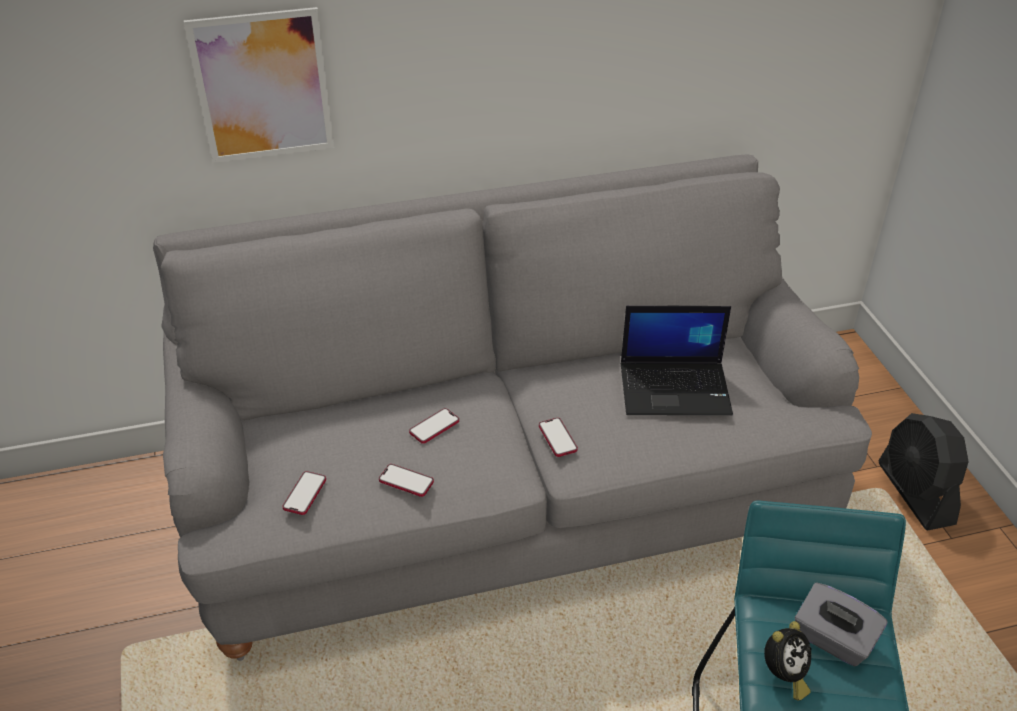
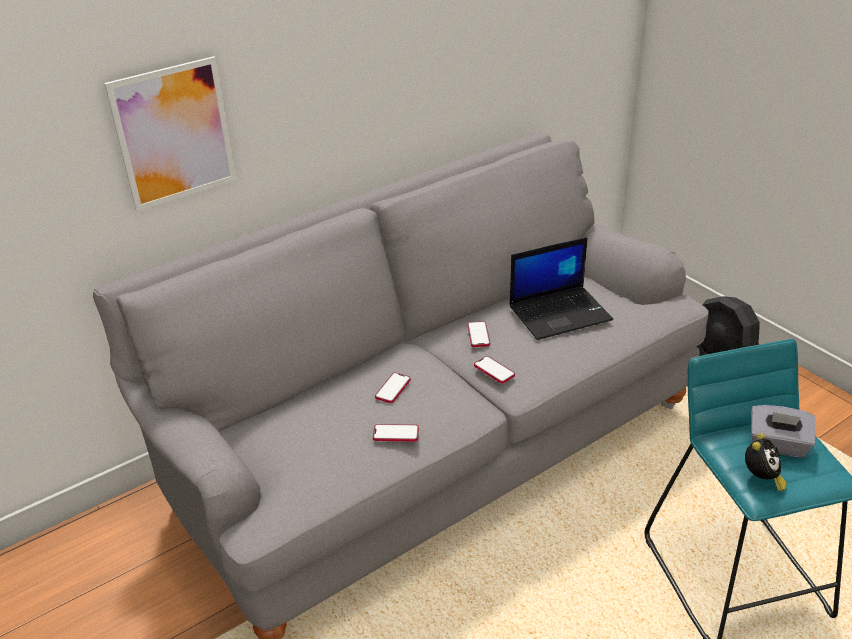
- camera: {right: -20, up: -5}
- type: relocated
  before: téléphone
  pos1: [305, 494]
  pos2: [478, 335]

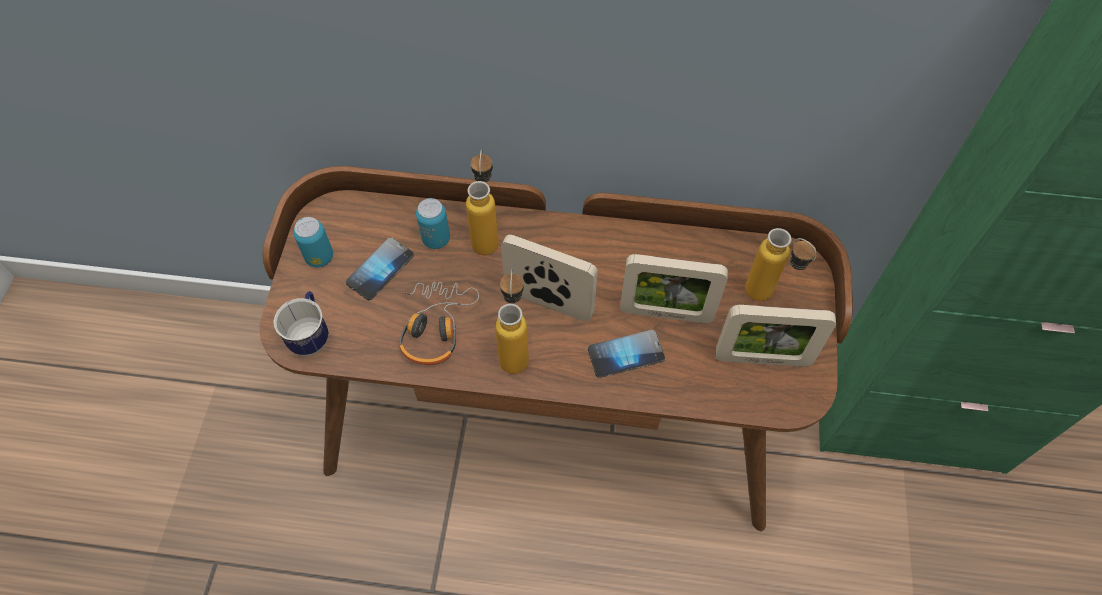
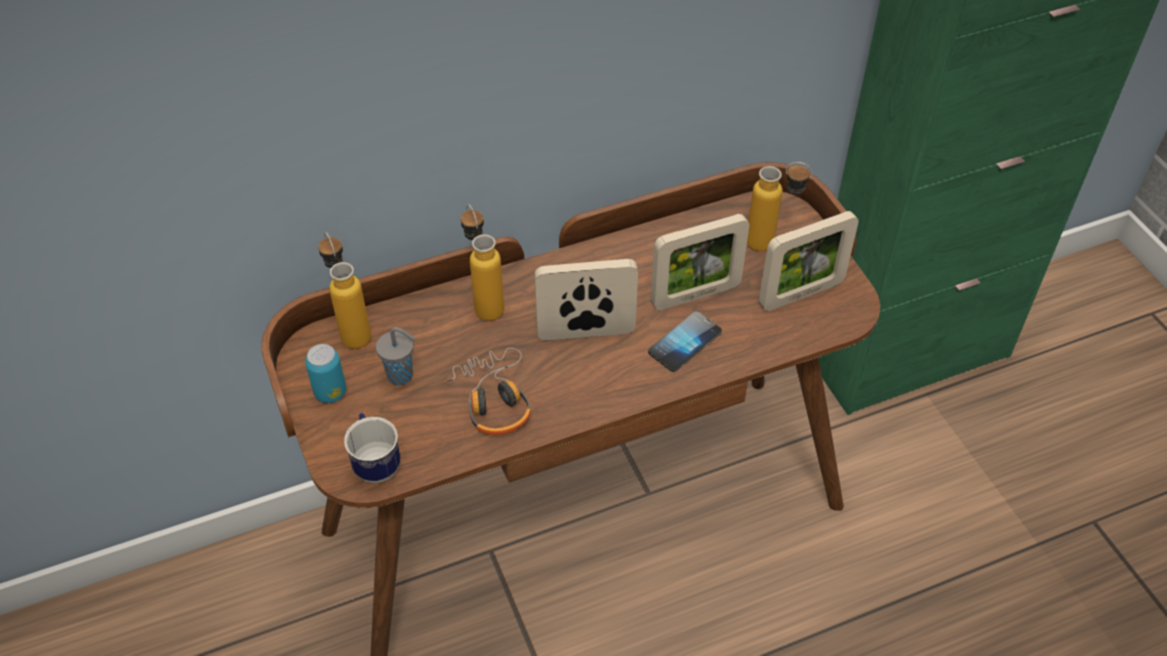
- camera: {right: -30, up: -10}
- type: missing
  before: boîte métallique
  pos1: [436, 239]
- type: relocated
  before: bouteille
  pos1: [514, 350]
  pos2: [351, 330]
- type: exchanged
  before: téléphone
  after: tasse/gris
  pos1: [380, 269]
  pos2: [402, 376]

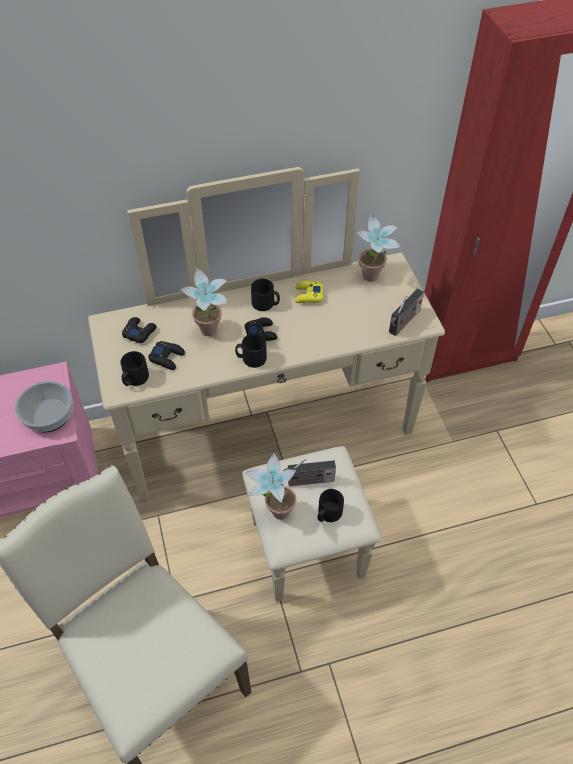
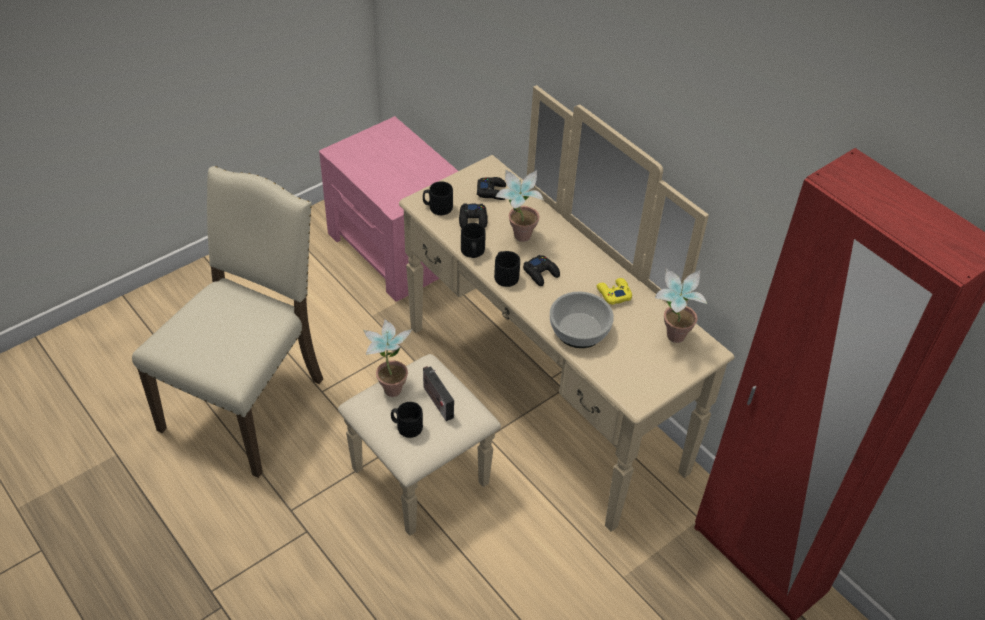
- camera: {right: 65, up: -5}
- type: missing
  before: radio
  pos1: [403, 323]
- type: relocated
  before: bol
  pos1: [48, 414]
  pos2: [579, 329]
- type: relocated
  before: mug/noir
  pos1: [265, 304]
  pos2: [472, 252]

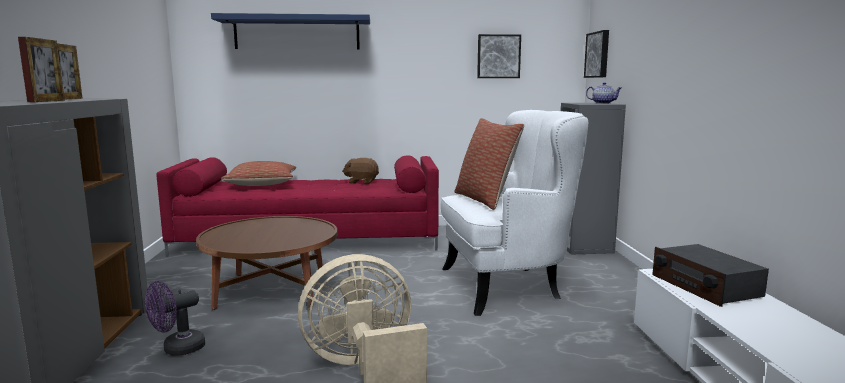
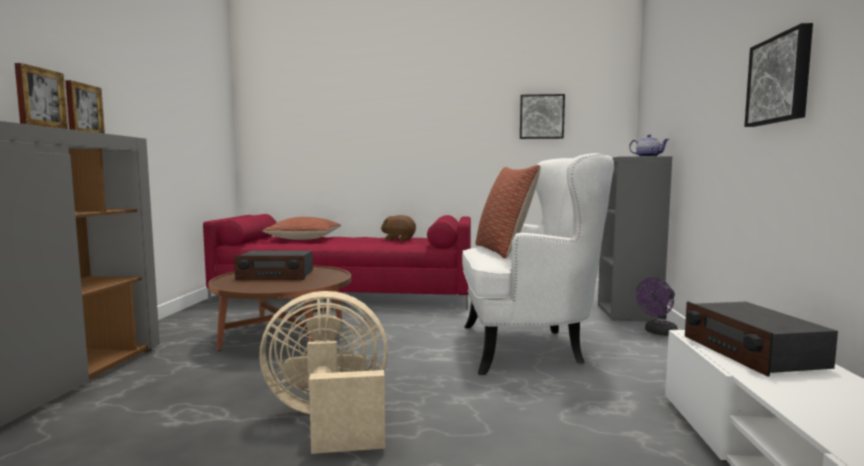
- camera: {right: 10, up: -5}
- type: missing
  before: étagère/bleu
  pos1: [297, 33]
- type: appeared
  after: radio
  pos2: [276, 275]
- type: relocated
  before: ventilateur/violet
  pos1: [177, 349]
  pos2: [658, 332]
- type: relocated
  before: tableau
  pos1: [598, 54]
  pos2: [780, 79]

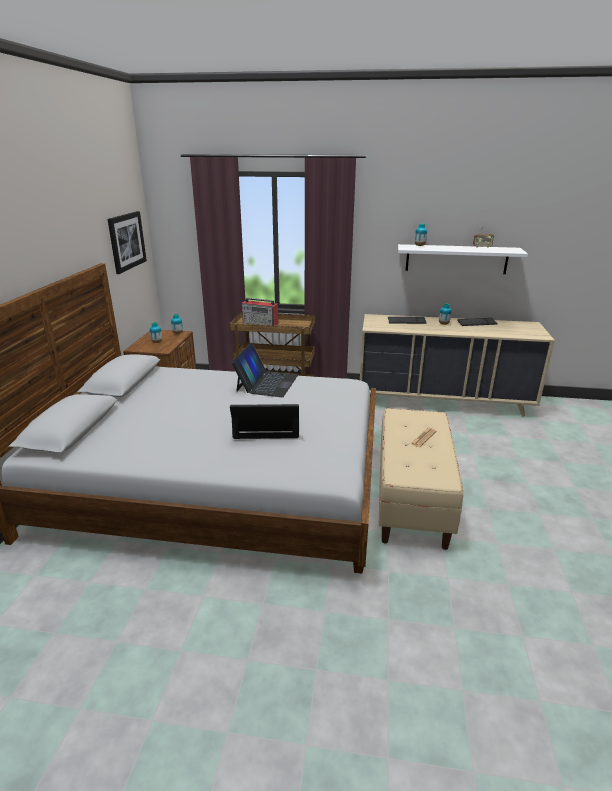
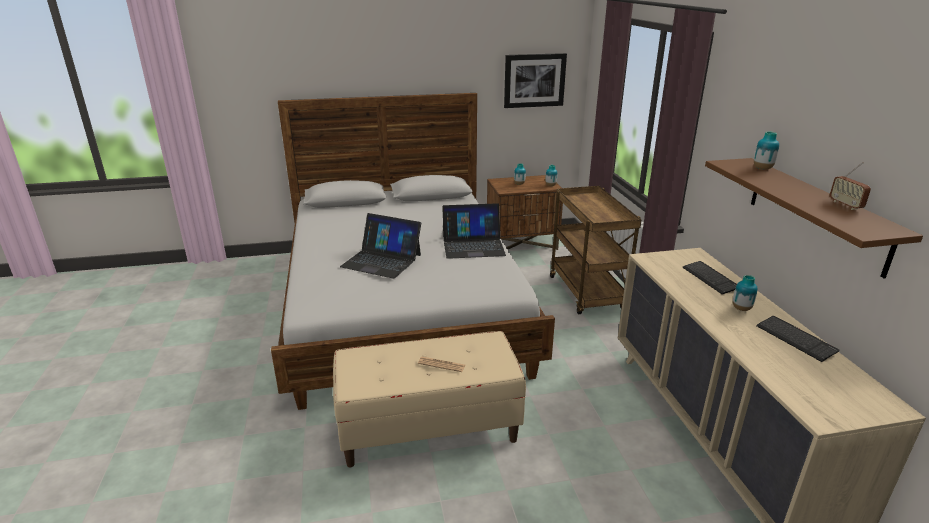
- camera: {right: 70, up: 0}
- type: missing
  before: radio
  pos1: [260, 323]
- type: colour
  before: étagère/blanc
  after: étagère/marron
  pos1: [456, 259]
  pos2: [816, 213]
- type: spun
  before: ordinateur portable
  pos1: [267, 424]
  pos2: [382, 260]
  turn: 135

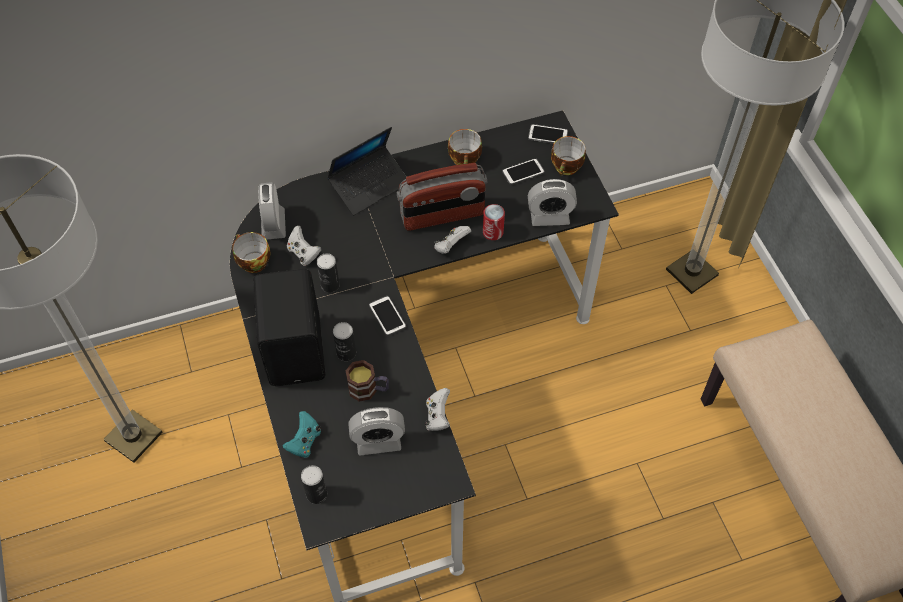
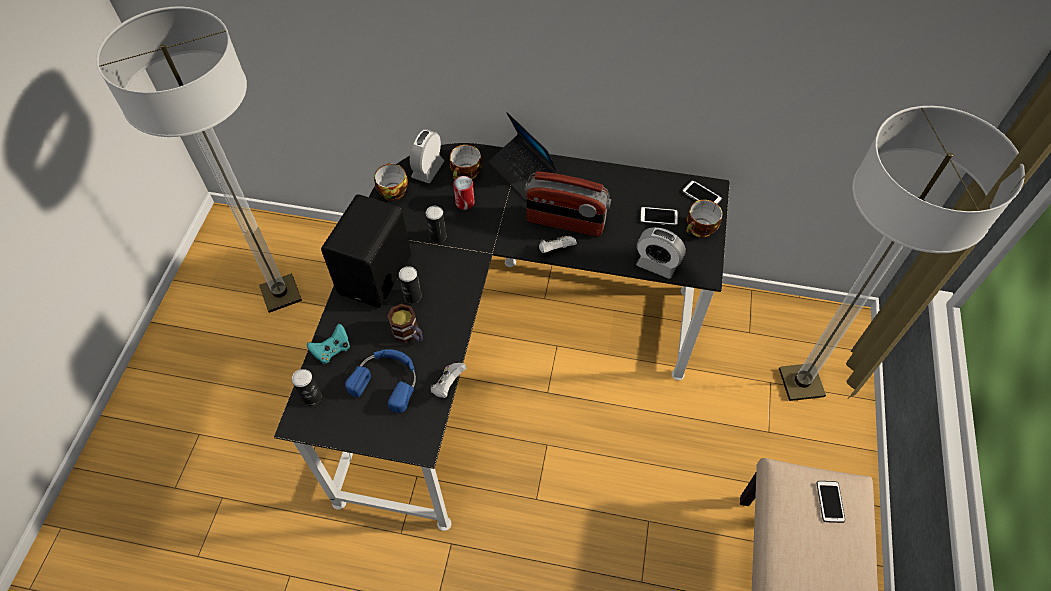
- camera: {right: 30, up: 0}
- type: missing
  before: manette/blanc
  pos1: [303, 253]
- type: relocated
  before: téléphone
  pos1: [387, 316]
  pos2: [830, 501]
- type: relocated
  before: tasse
  pos1: [465, 160]
  pos2: [466, 174]
- type: relocated
  before: boîte métallique
  pos1: [493, 232]
  pos2: [465, 202]
- type: exchanged
  before: réveil
  after: casque audio/bleu
  pos1: [378, 441]
  pos2: [387, 380]
- type: spun
  before: ordinateur portable
  pos1: [369, 185]
  pos2: [523, 172]
  turn: 60

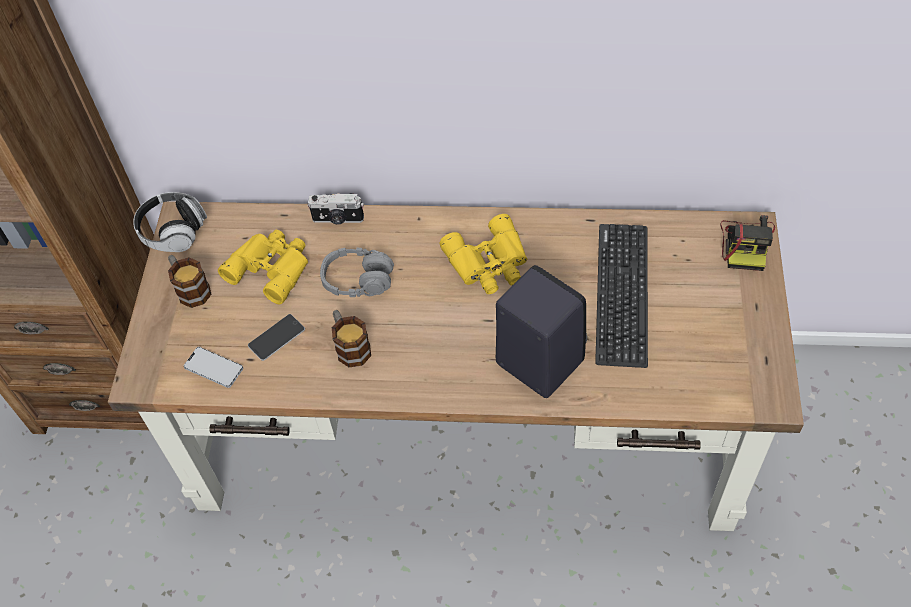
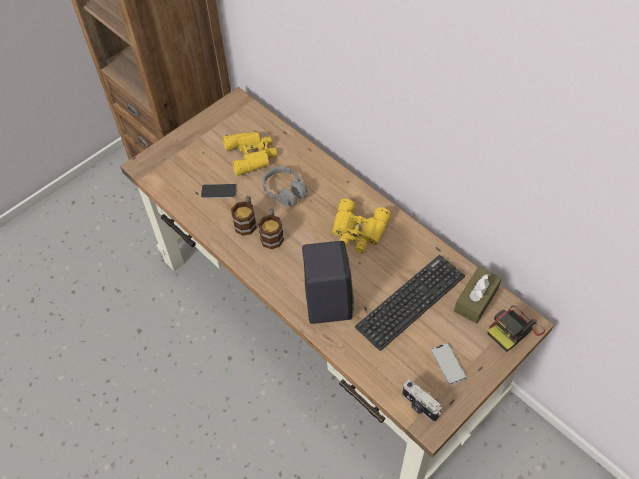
- camera: {right: 40, up: 0}
- type: missing
  before: casque audio
  pos1: [173, 231]
- type: appeared
  after: boîte à mouchoirs/marron
  pos2: [476, 300]
- type: relocated
  before: mug
  pos1: [190, 289]
  pos2: [272, 235]
- type: relocated
  before: téléphone
  pos1: [213, 368]
  pos2: [448, 364]
- type: relocated
  before: appareil photo
  pos1: [338, 219]
  pos2: [419, 406]

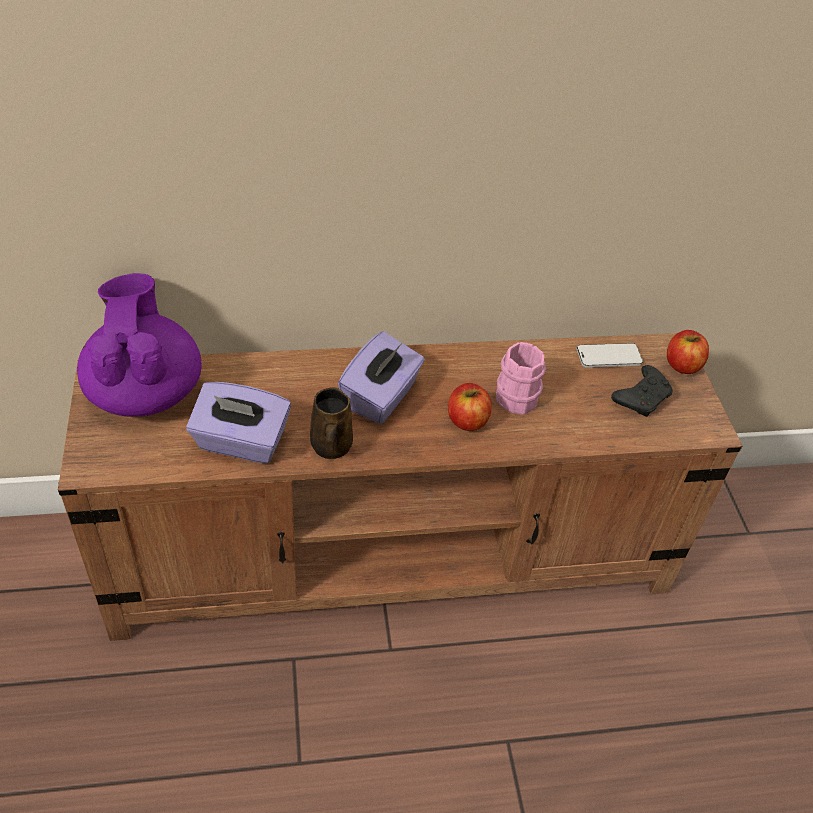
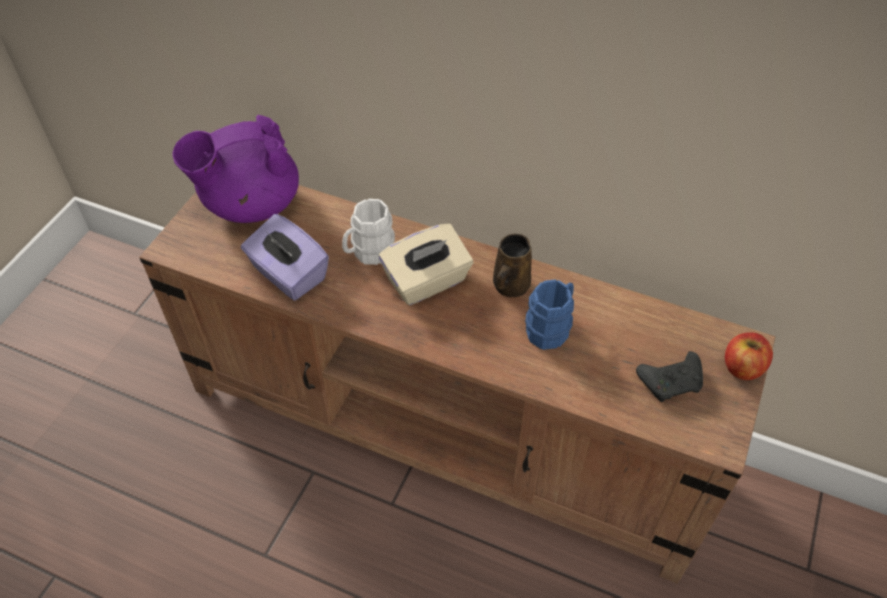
- camera: {right: 35, up: 5}
- type: missing
  before: pomme
  pos1: [467, 420]
- type: missing
  before: téléphone
  pos1: [608, 357]
- type: appeared
  after: mug/blanc
  pos2: [368, 252]
- type: relocated
  before: mug/marron
  pos1: [331, 447]
  pos2: [510, 286]
- type: colour
  before: boîte à mouchoirs/violet
  after: boîte à mouchoirs/beige
  pos1: [381, 397]
  pos2: [427, 282]
- type: colour
  before: mug/rose
  after: mug/bleu
  pos1: [517, 393]
  pos2: [551, 327]
- type: spun
  before: théière/violet
  pos1: [145, 391]
  pos2: [250, 204]
  turn: -135

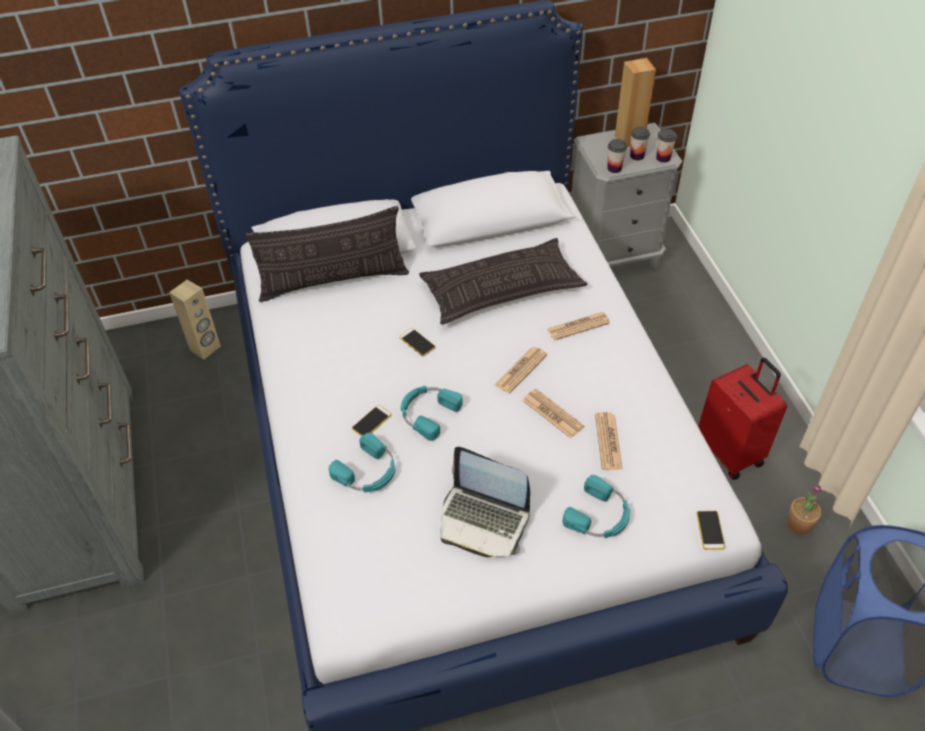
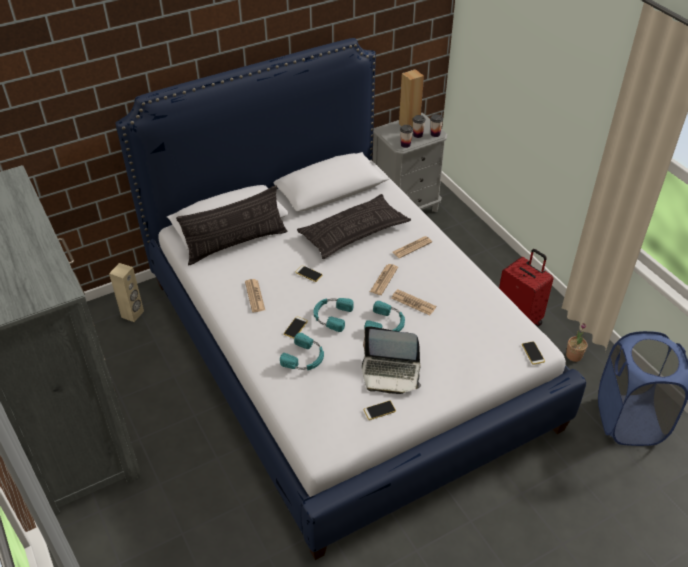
- camera: {right: -15, up: -5}
- type: appeared
  after: téléphone
  pos2: [379, 410]
- type: relocated
  before: casque audio/turquoise
  pos1: [599, 516]
  pos2: [386, 324]
- type: relocated
  before: journal
  pos1: [608, 441]
  pos2: [255, 296]

